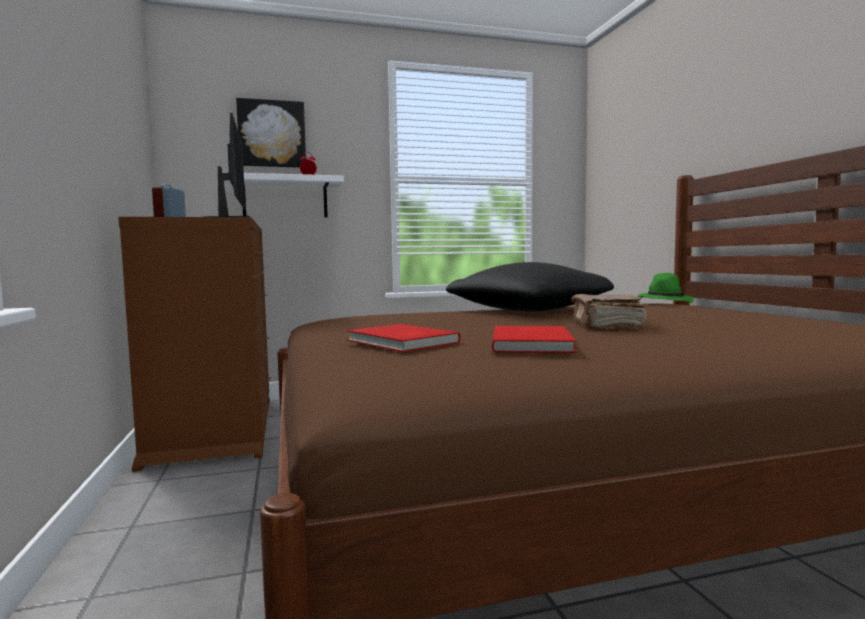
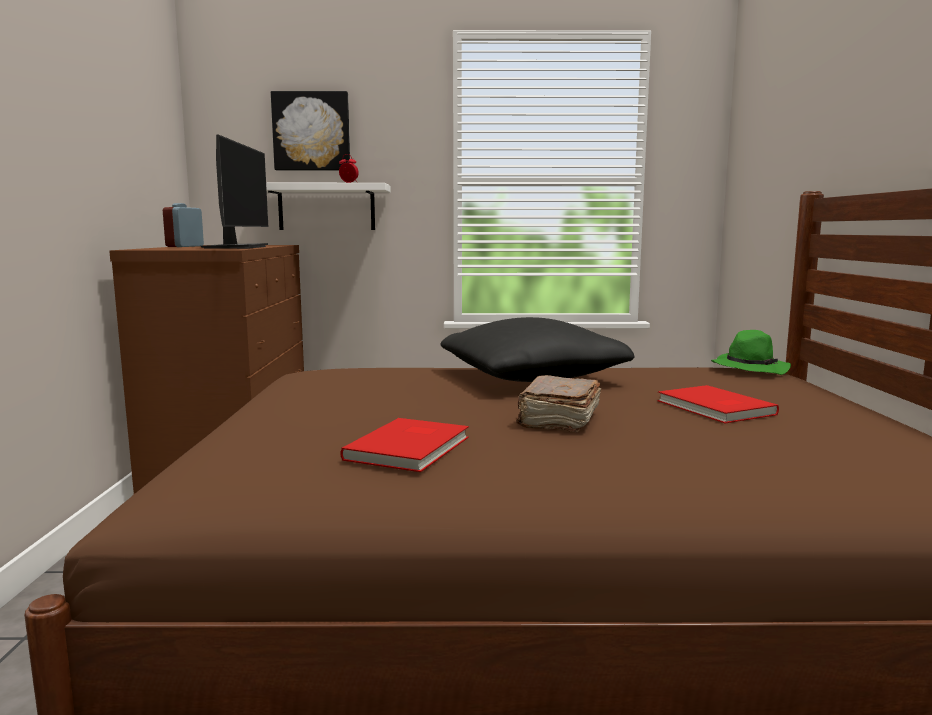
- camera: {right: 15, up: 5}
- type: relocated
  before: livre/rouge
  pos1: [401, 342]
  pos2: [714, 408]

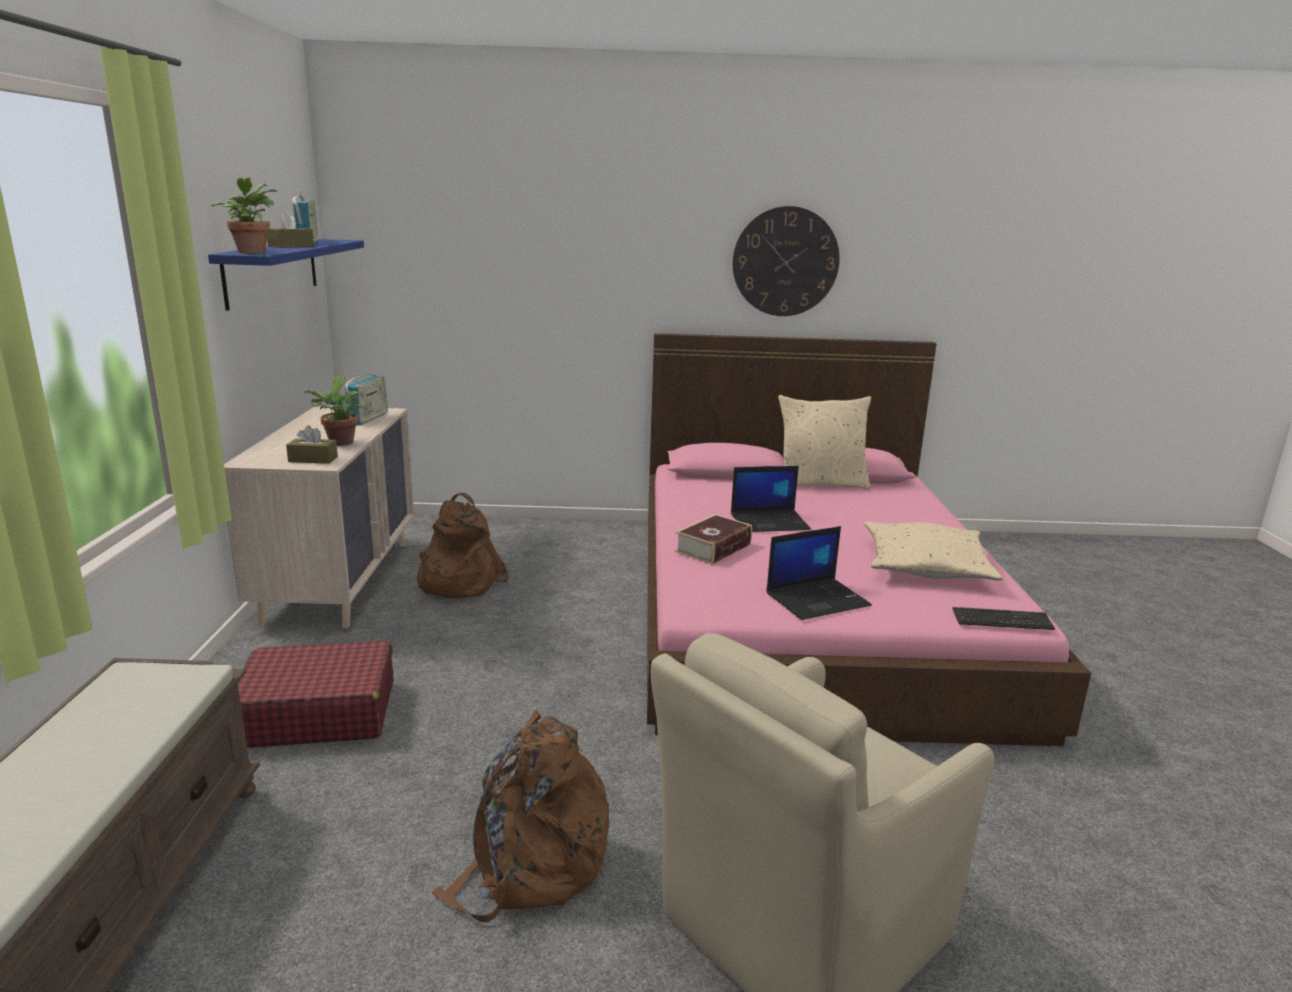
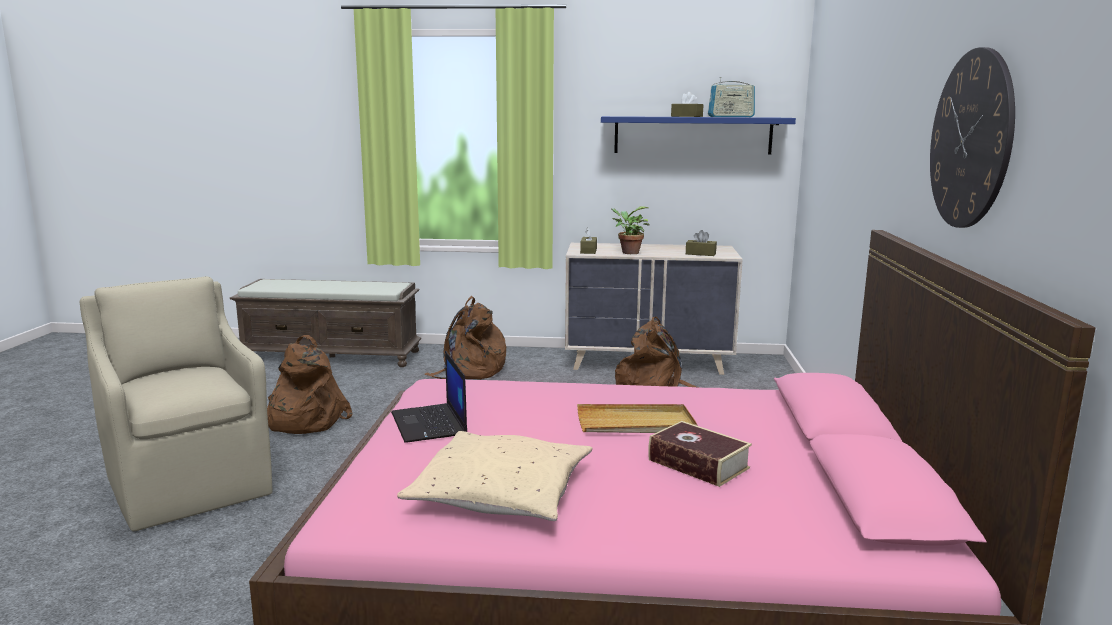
- camera: {right: 95, up: -5}
- type: missing
  before: plante en pot
  pos1: [252, 252]
- type: missing
  before: coussin/beige
  pos1: [820, 484]
- type: missing
  before: clavier
  pos1: [1002, 620]
- type: relocated
  before: livre
  pos1: [713, 548]
  pos2: [698, 464]
- type: exchanged
  before: valise/rouge
  after: sac à dos/marron
  pos1: [316, 713]
  pos2: [469, 371]
- type: exchanged
  before: radio
  after: boîte à mouchoirs/marron
  pos1: [368, 418]
  pos2: [700, 254]
- type: exchanged
  before: ordinateur portable
  after: plateau/beige
  pos1: [770, 522]
  pos2: [636, 424]

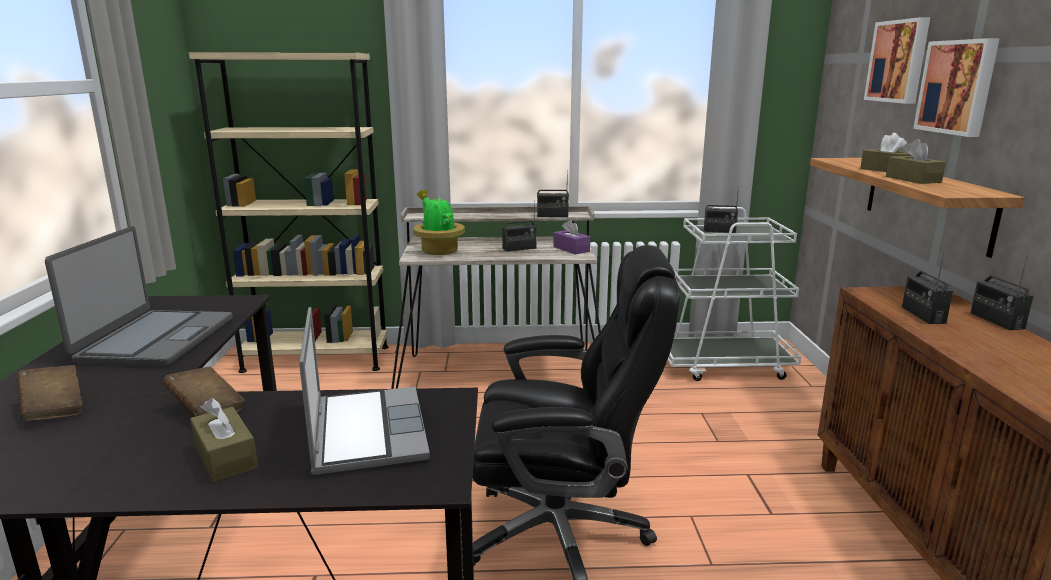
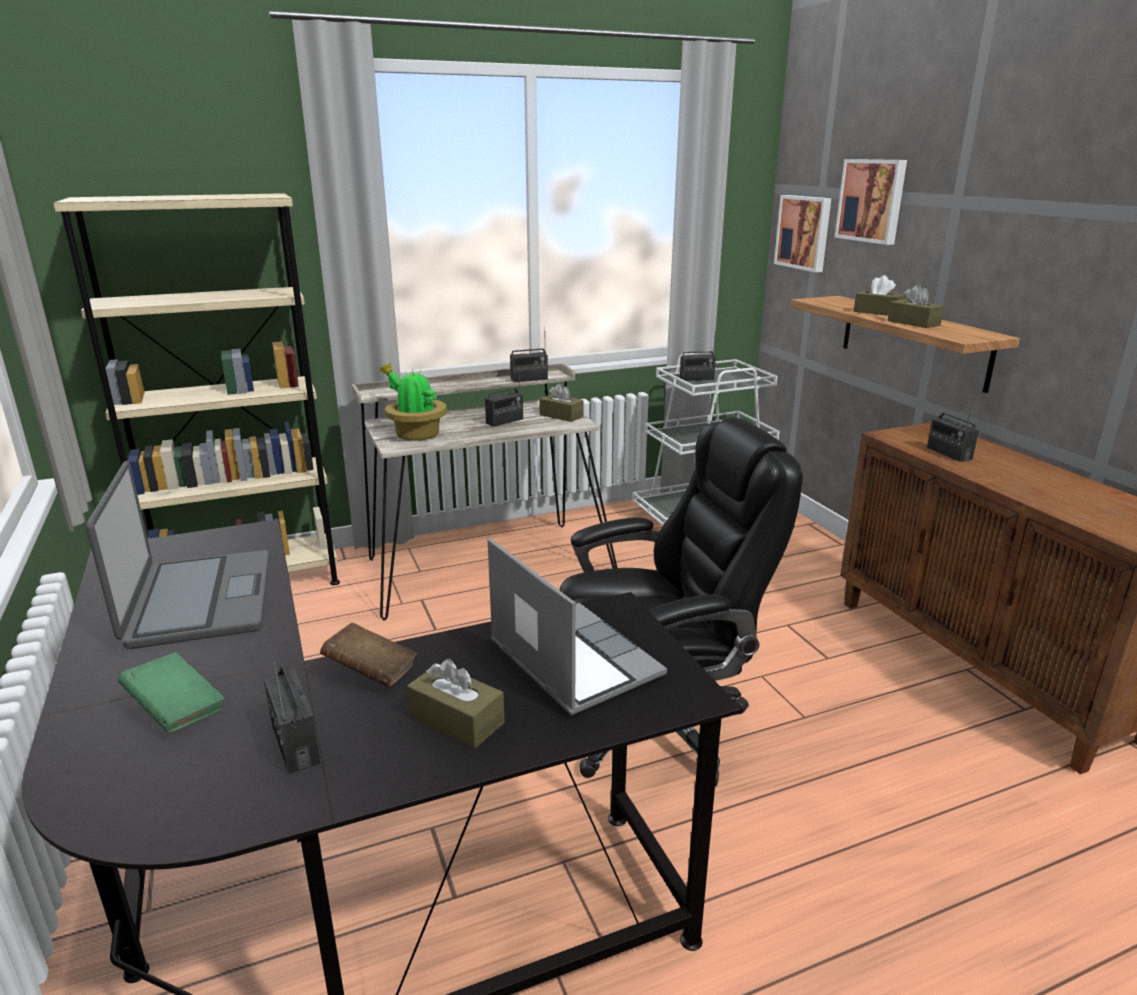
- camera: {right: -20, up: 5}
- type: relocated
  before: tableau
  pos1: [958, 87]
  pos2: [804, 232]
- type: relocated
  before: radio
  pos1: [996, 321]
  pos2: [295, 744]
- type: colour
  before: livre/marron
  after: livre/vert
  pos1: [54, 409]
  pos2: [176, 710]
- type: colour
  before: boîte à mouchoirs/violet
  after: boîte à mouchoirs/marron
  pos1: [571, 249]
  pos2: [561, 416]

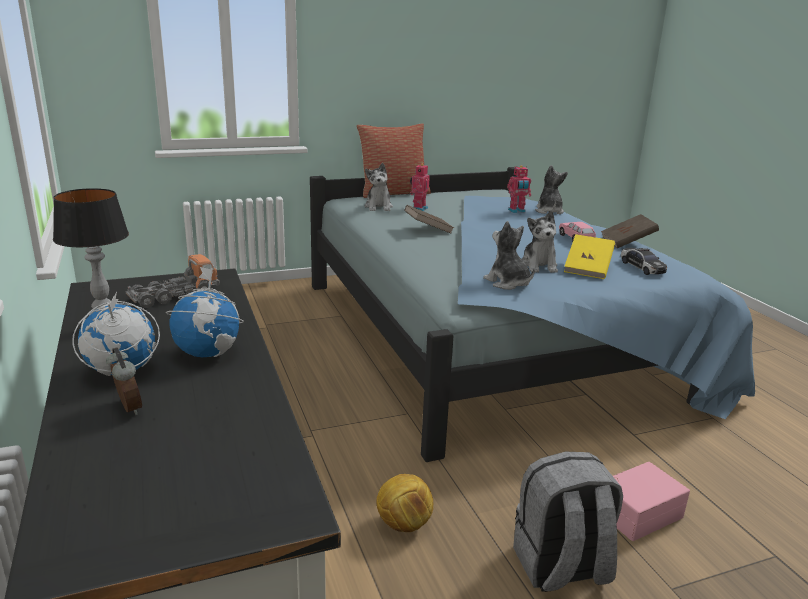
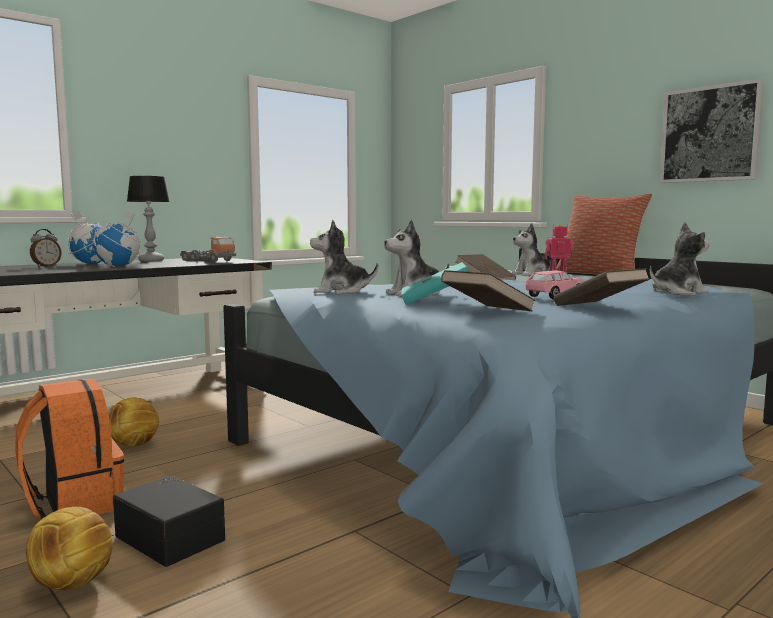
- camera: {right: 70, up: -15}
- type: missing
  before: robot jouet
  pos1: [517, 211]
- type: appeared
  after: ballon de foot
  pos2: [72, 583]
- type: appeared
  after: tableau
  pos2: [710, 134]
- type: exchanged
  before: petite voiture
  after: livre/marron
  pos1: [642, 267]
  pos2: [487, 311]
- type: colour
  before: sac à dos/gris
  after: sac à dos/orange
  pos1: [560, 567]
  pos2: [73, 504]
- type: colour
  before: livre/jaune
  after: livre/turquoise
  pos1: [588, 269]
  pos2: [434, 301]
- type: colour
  before: boîte de rangement/rose
  after: boîte de rangement/noir
  pos1: [636, 511]
  pos2: [172, 537]
- type: spun
  before: peluche
  pos1: [507, 283]
  pos2: [341, 292]
  turn: -120

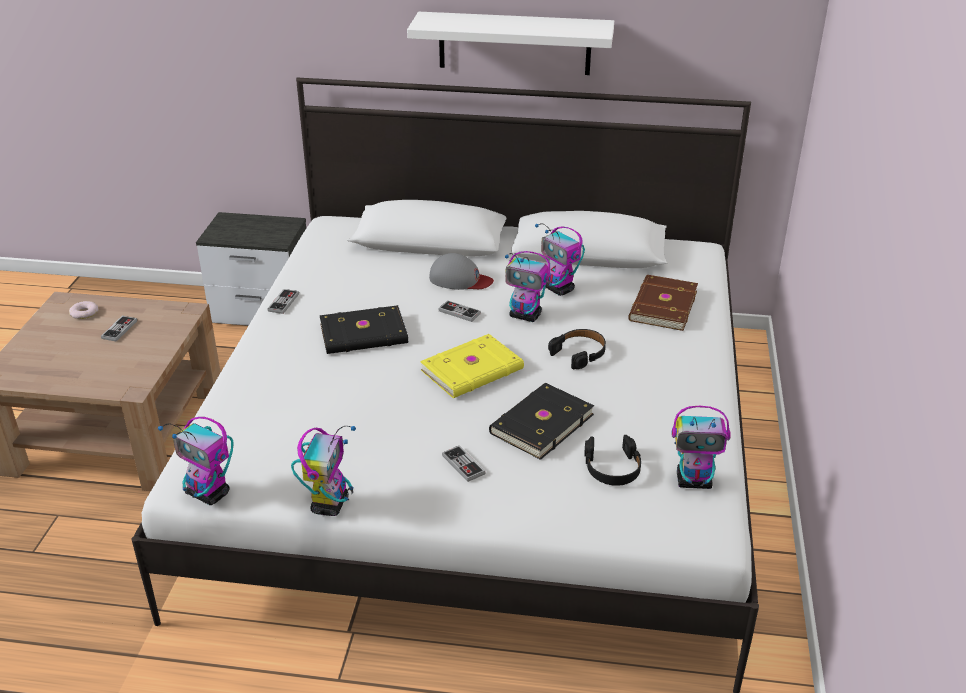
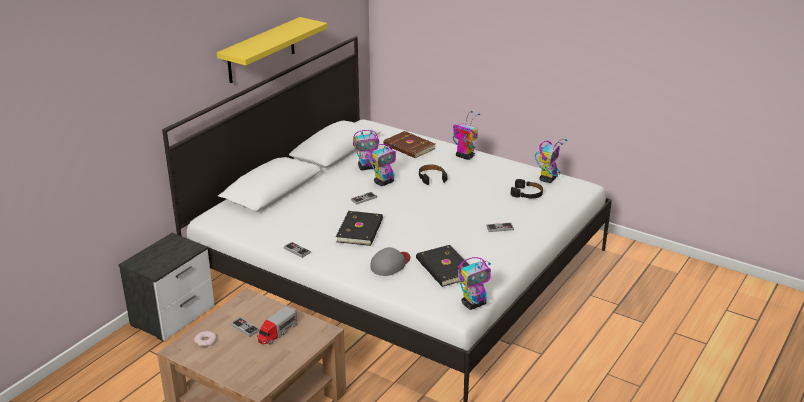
- camera: {right: -65, up: -5}
- type: missing
  before: livre/jaune
  pos1: [473, 370]
- type: appeared
  after: camion jouet
  pos2: [277, 333]
- type: relocated
  before: robot jouet
  pos1: [329, 503]
  pos2: [464, 156]
- type: relocated
  before: casquette/gris
  pos1: [460, 279]
  pos2: [390, 264]
- type: relocated
  before: livre/noir
  pos1: [540, 423]
  pos2: [444, 269]
- type: colour
  before: étagère/blanc
  after: étagère/jaune
  pos1: [514, 43]
  pos2: [261, 50]

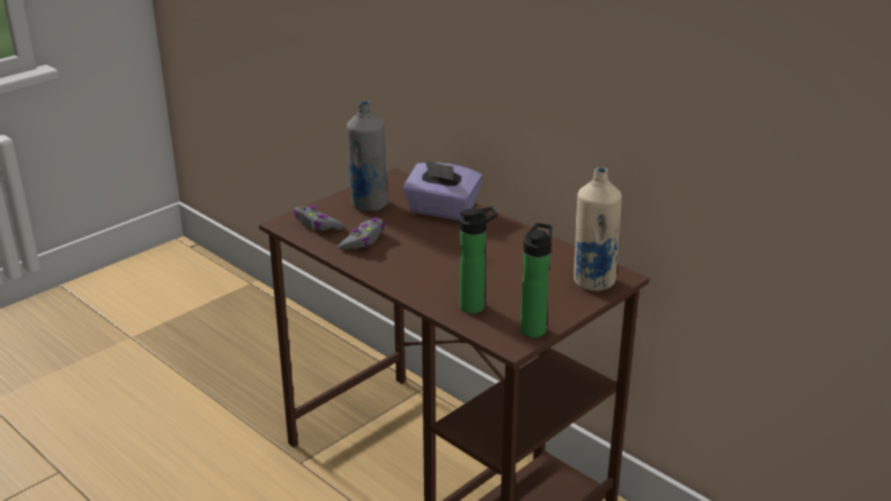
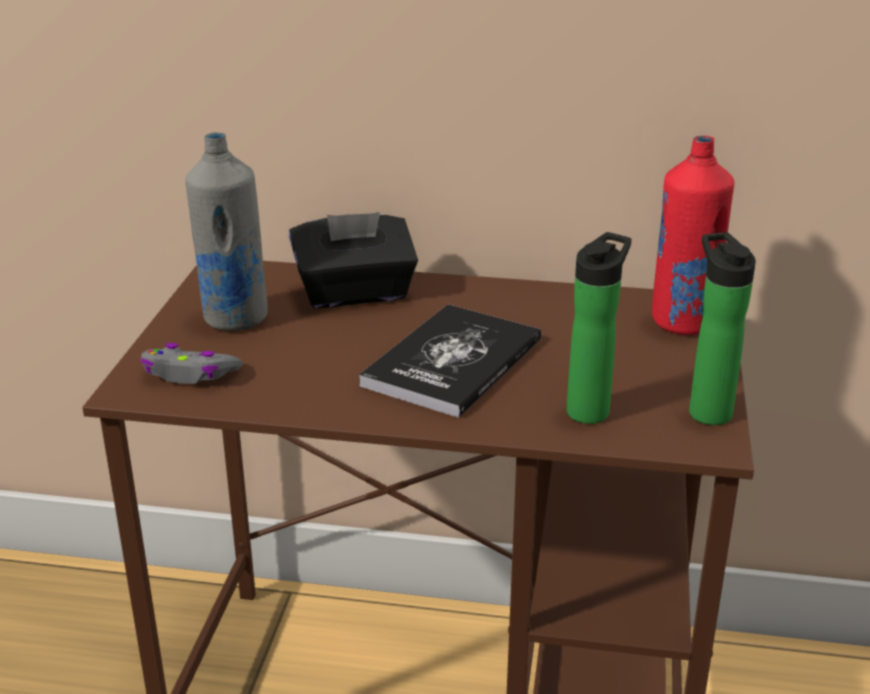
- camera: {right: -35, up: 0}
- type: missing
  before: manette/gris
  pos1: [363, 240]
- type: appeared
  after: livre
  pos2: [453, 362]
- type: colour
  before: boîte à mouchoirs/violet
  after: boîte à mouchoirs/noir
  pos1: [442, 210]
  pos2: [355, 293]
- type: colour
  before: bouteille/beige
  after: bouteille/rouge
  pos1: [593, 282]
  pos2: [682, 322]

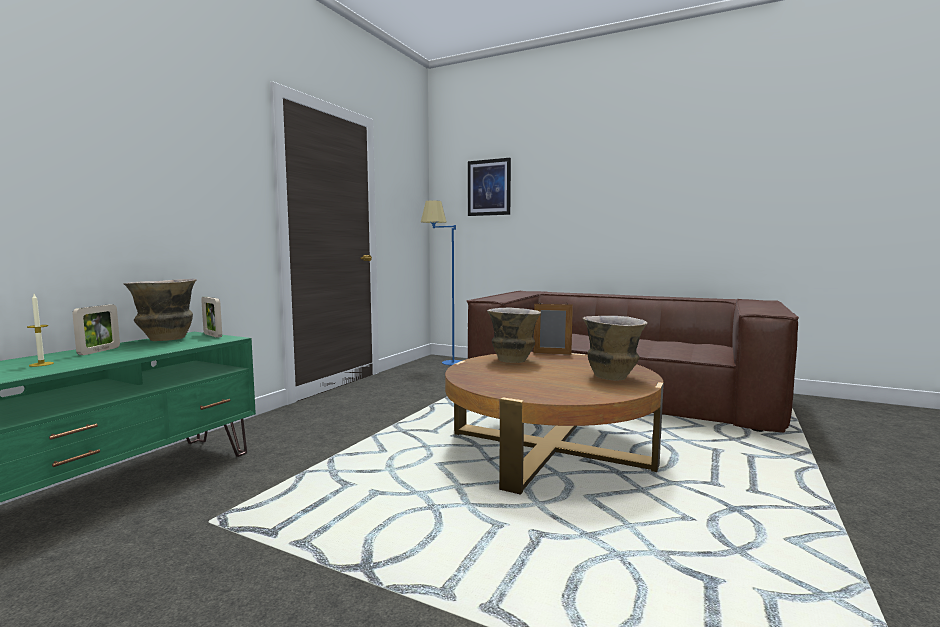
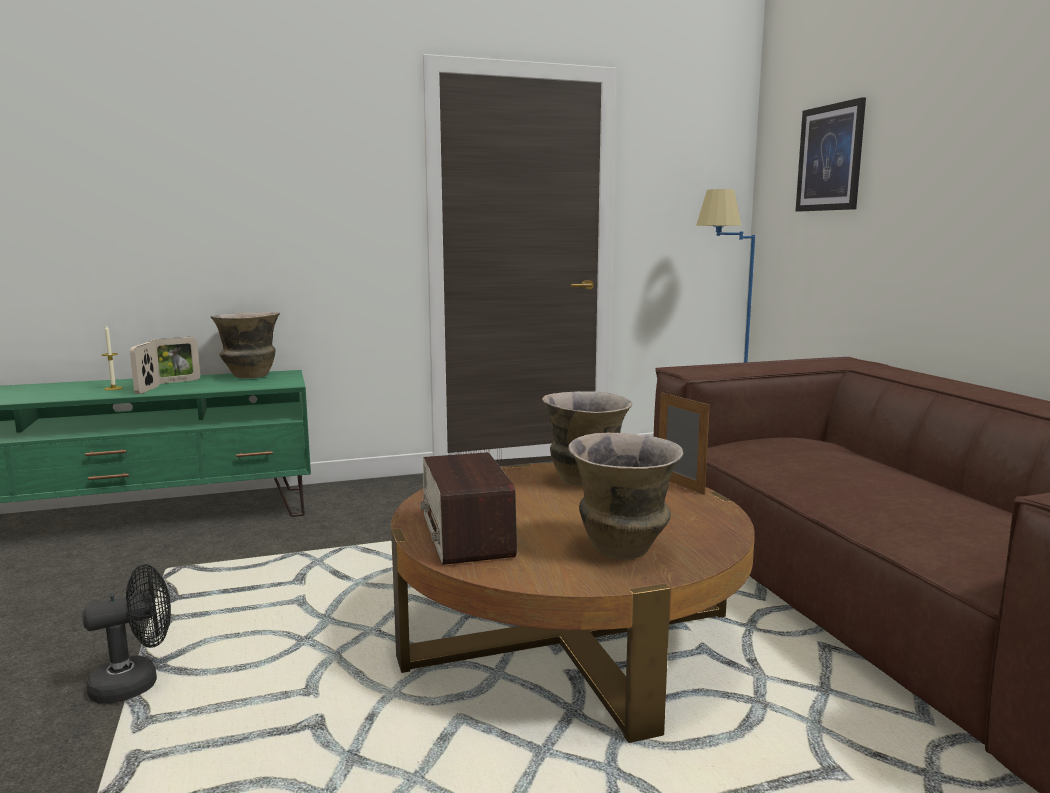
- camera: {right: 45, up: 5}
- type: appeared
  after: ventilateur/noir
  pos2: [136, 683]
- type: appeared
  after: radio
  pos2: [467, 536]
- type: relocated
  before: cadre photo
  pos1: [212, 335]
  pos2: [147, 390]

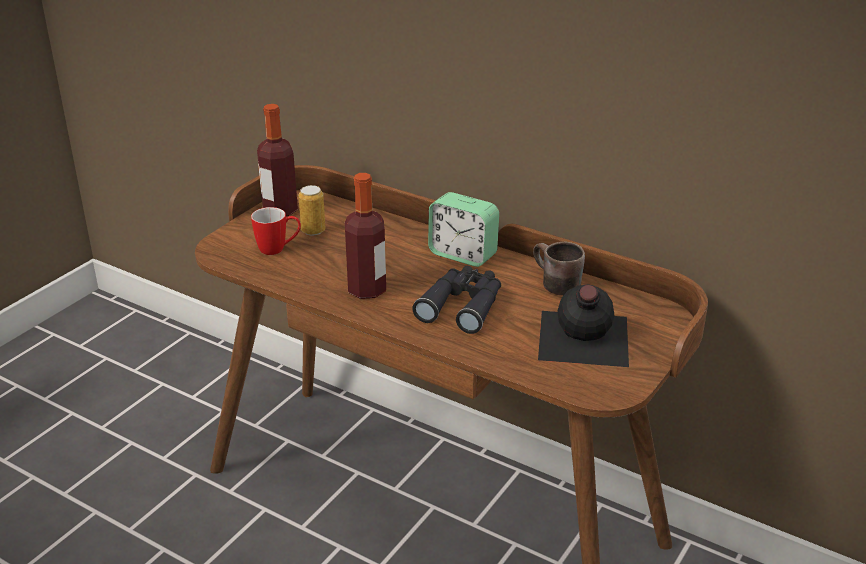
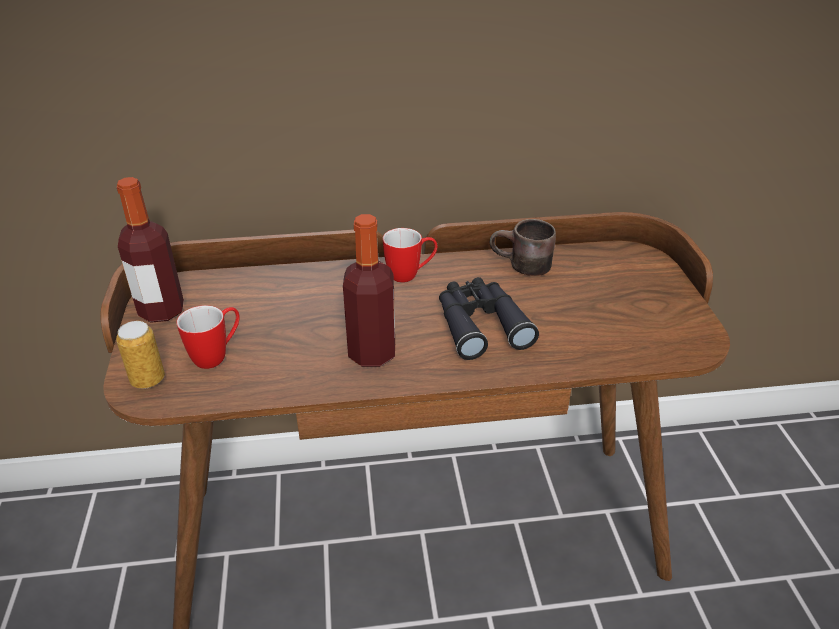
- camera: {right: -40, up: 5}
- type: missing
  before: bouteille/noir
  pos1: [582, 338]
- type: relocated
  before: boîte métallique
  pos1: [313, 231]
  pos2: [148, 380]
- type: exchanged
  before: réveil
  after: mug
  pos1: [463, 254]
  pos2: [410, 275]

